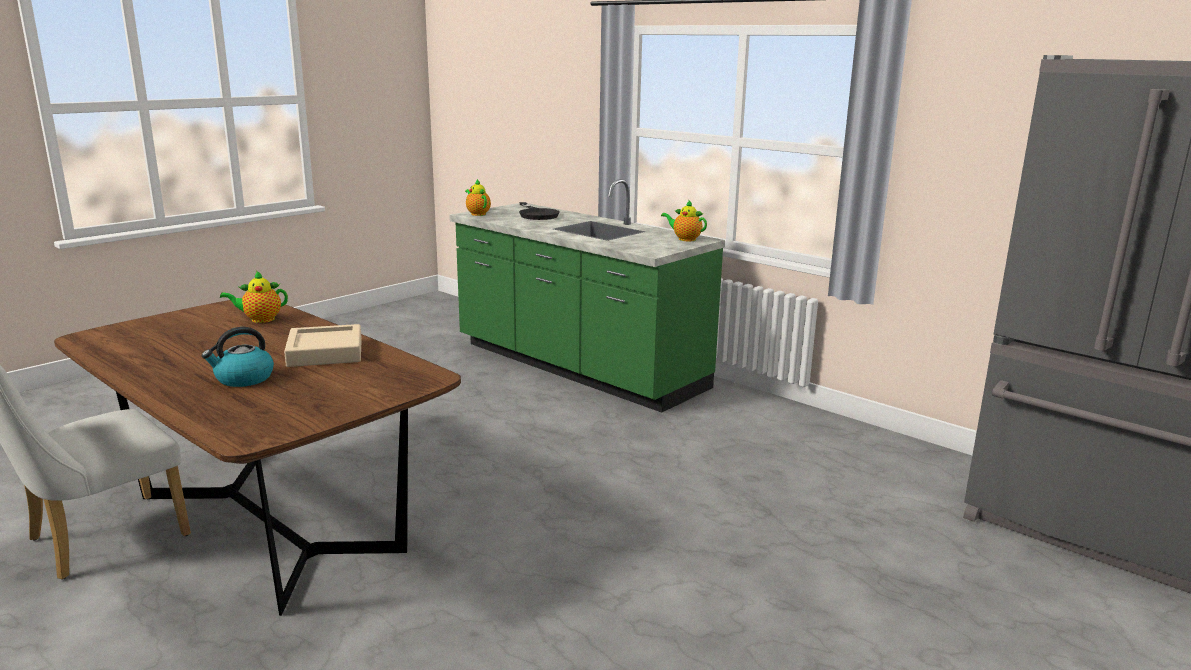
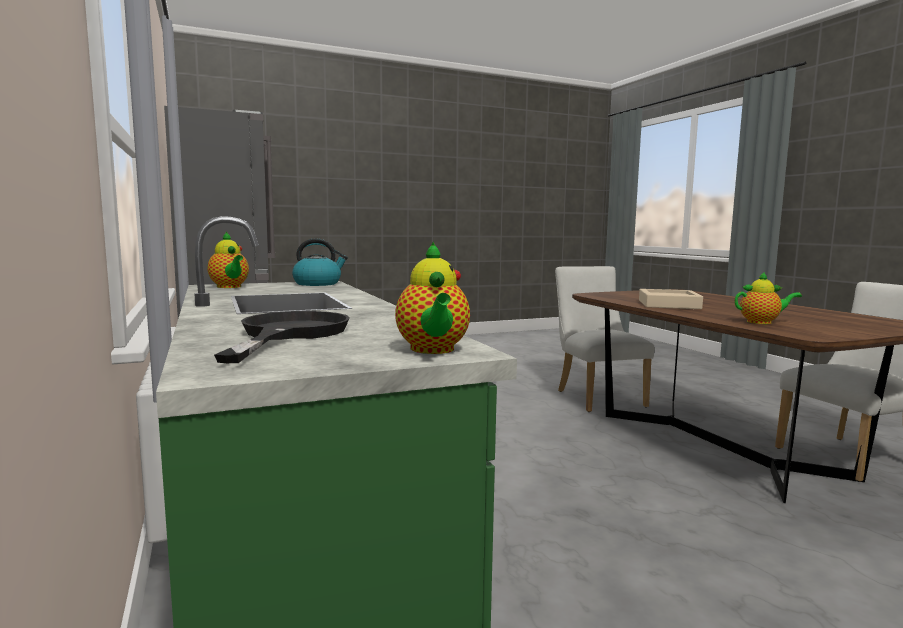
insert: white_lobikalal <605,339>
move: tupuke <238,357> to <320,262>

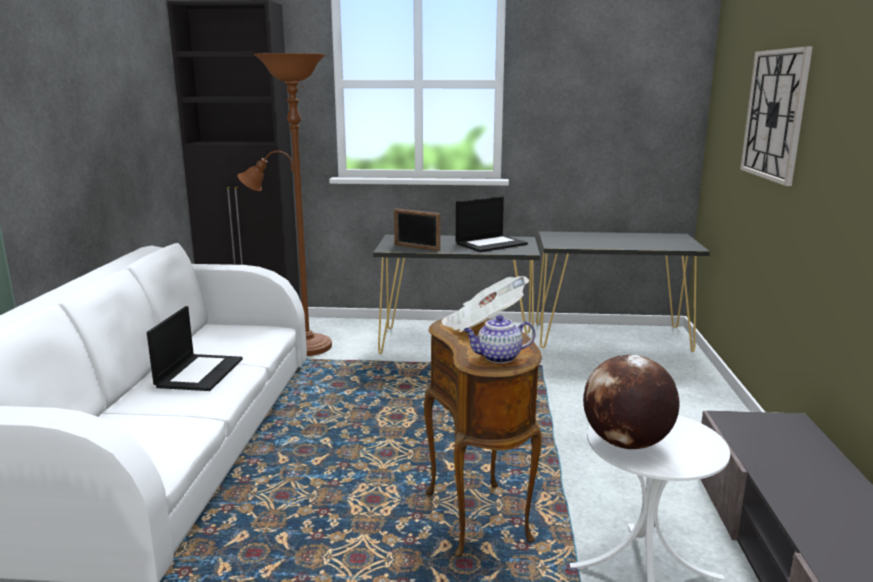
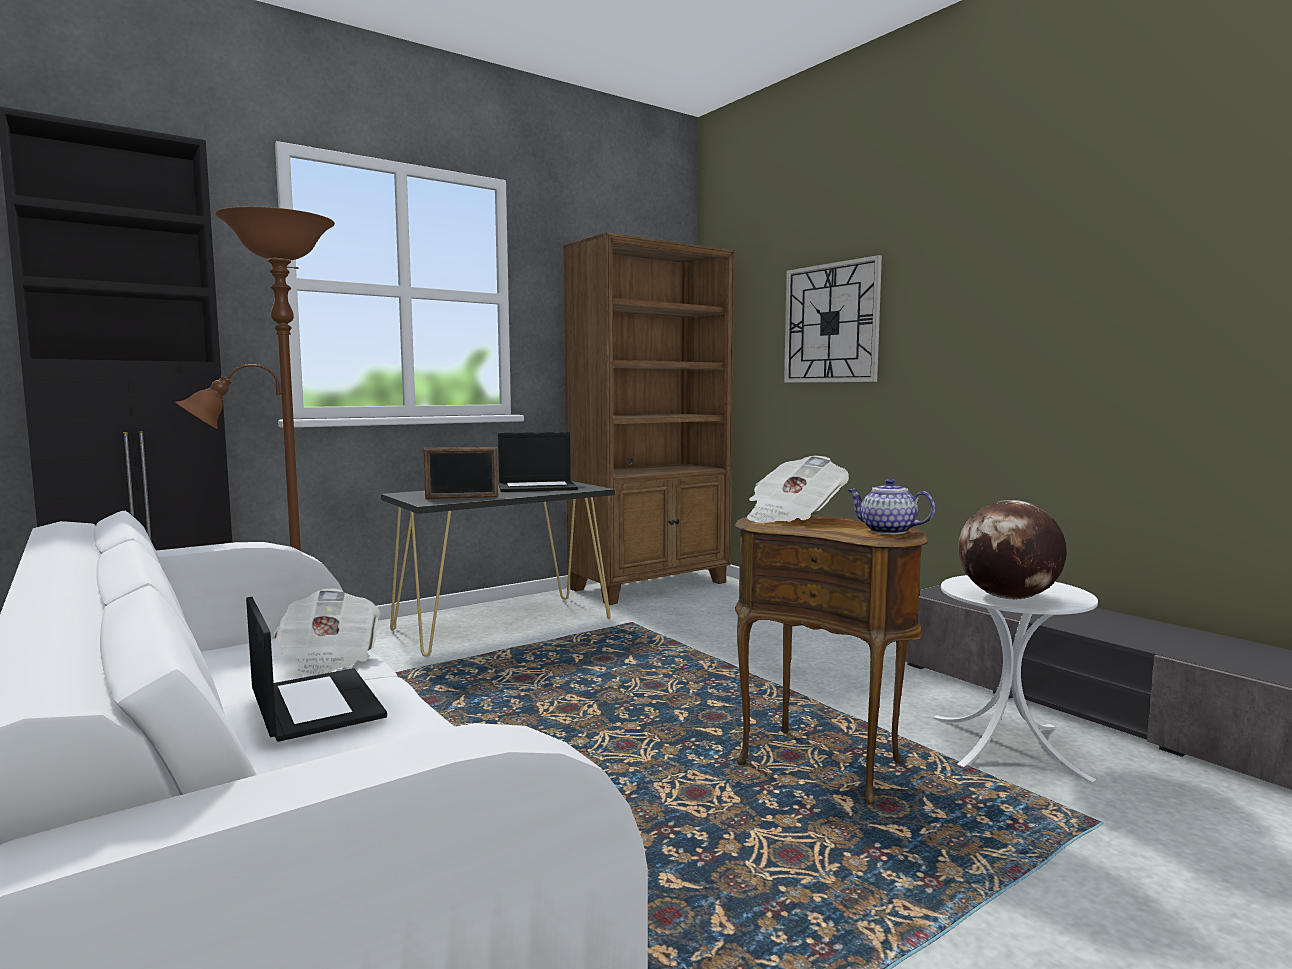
insert: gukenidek <327,632>
replace: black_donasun <623,291> to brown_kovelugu <649,418>
rotate: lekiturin <492,224> = <538,462> 60 degrees clockwise; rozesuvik <499,339> = <891,506> 90 degrees clockwise

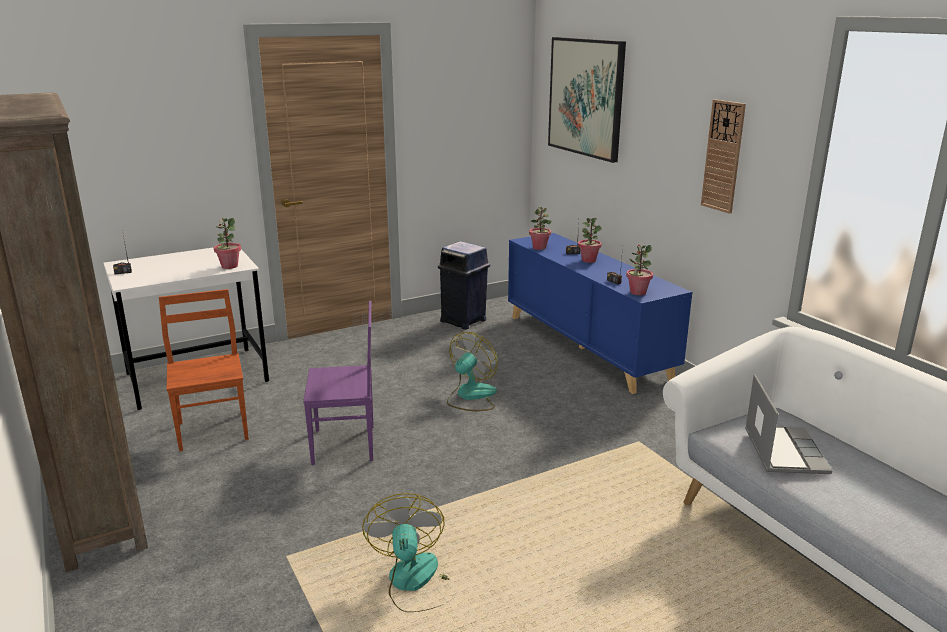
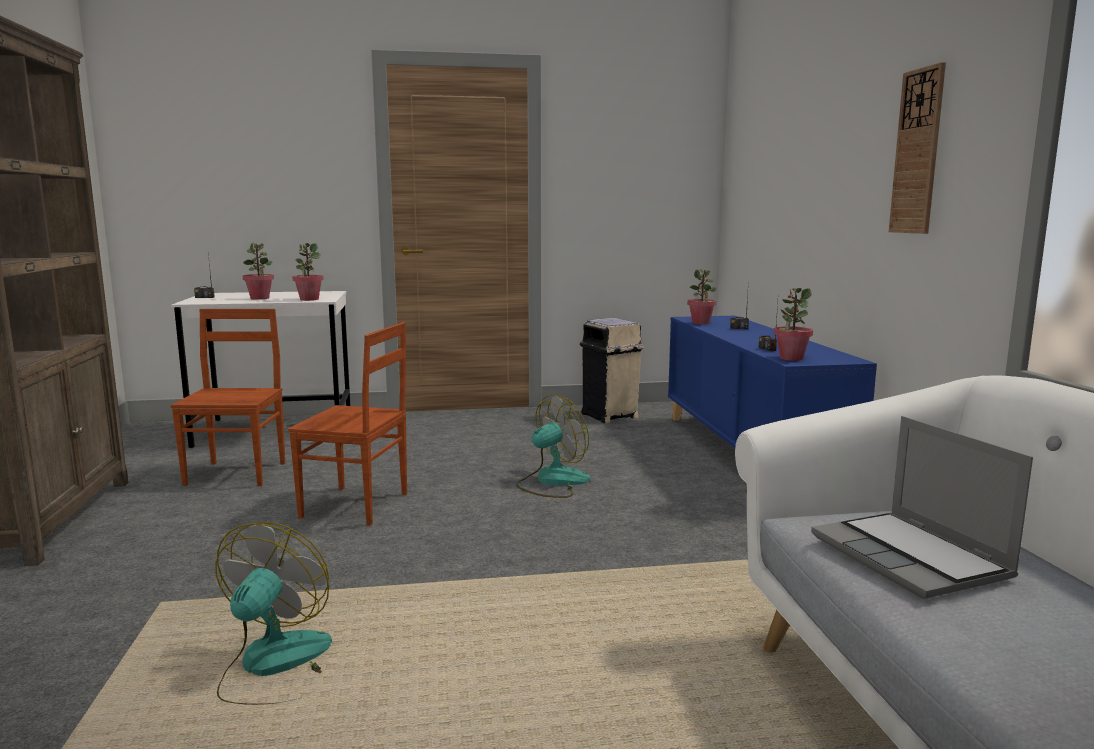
delete: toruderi <587,100>
move: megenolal <590,240> to <258,271>
recolor: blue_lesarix <464,285> to beige_lesarix <612,370>; purple_lobikalal <338,383> to brown_lobikalal <347,424>
rotate: lekiturin <788,424> = <922,507> 135 degrees clockwise

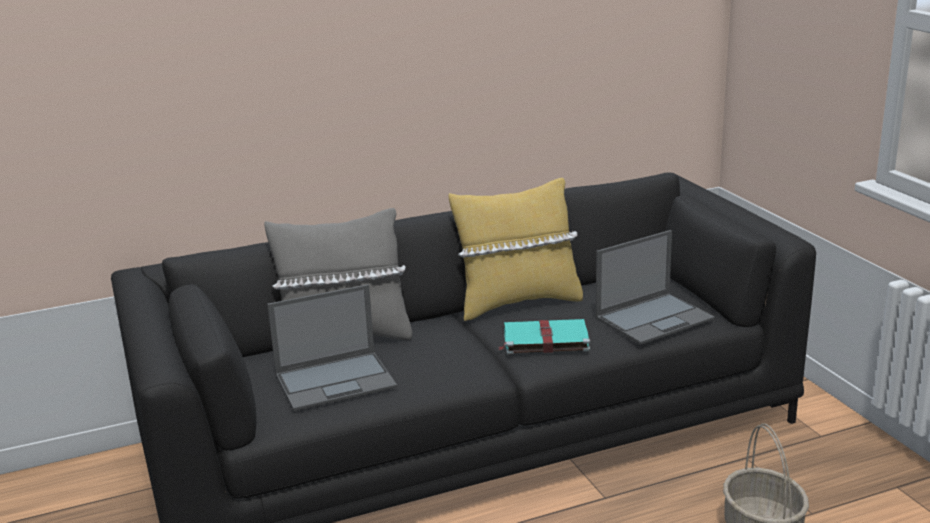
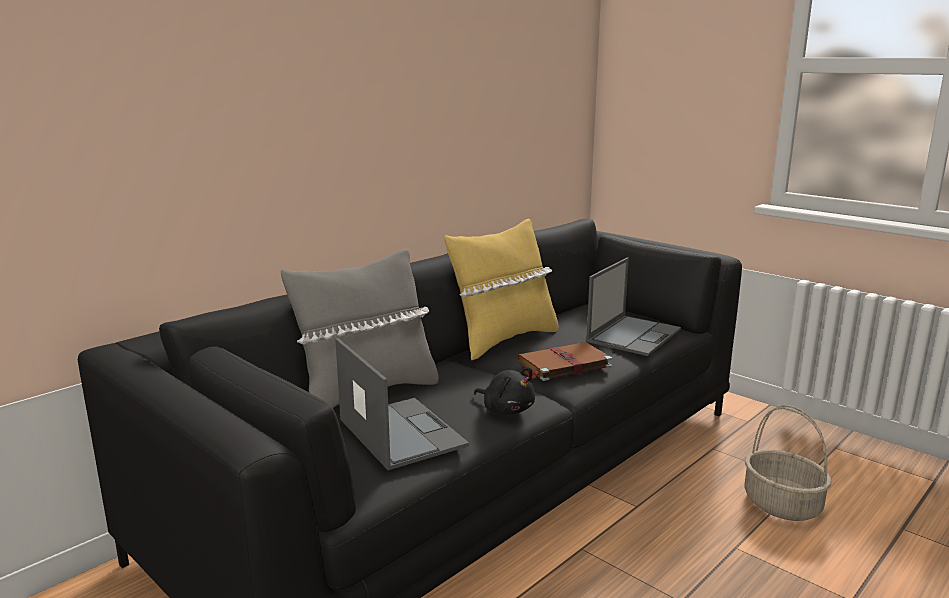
insert: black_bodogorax <504,391>
recolor: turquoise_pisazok <544,336> to brown_pisazok <564,361>
rotate: lekiturin <332,347> = <402,404> 75 degrees counterclockwise

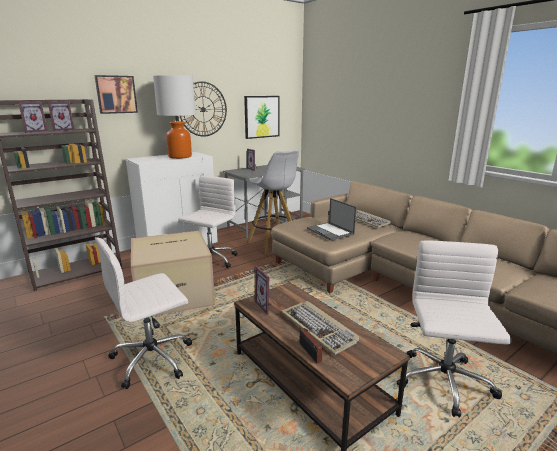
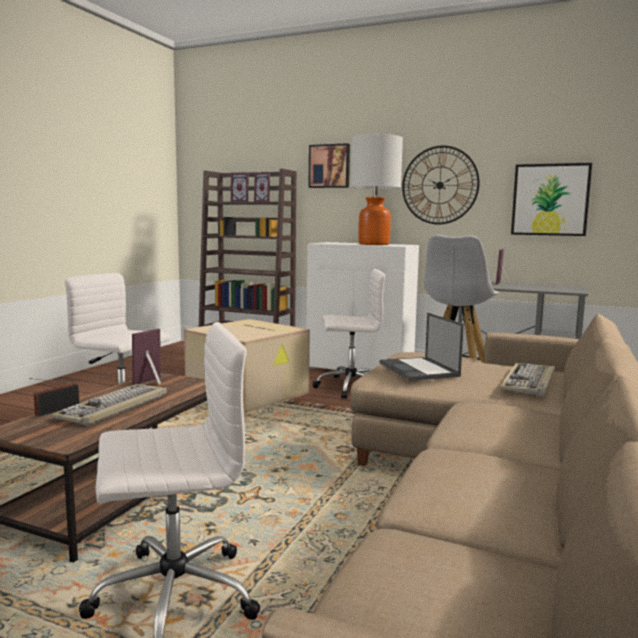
rotate: lekiturin <331,219> = <421,347> 45 degrees counterclockwise

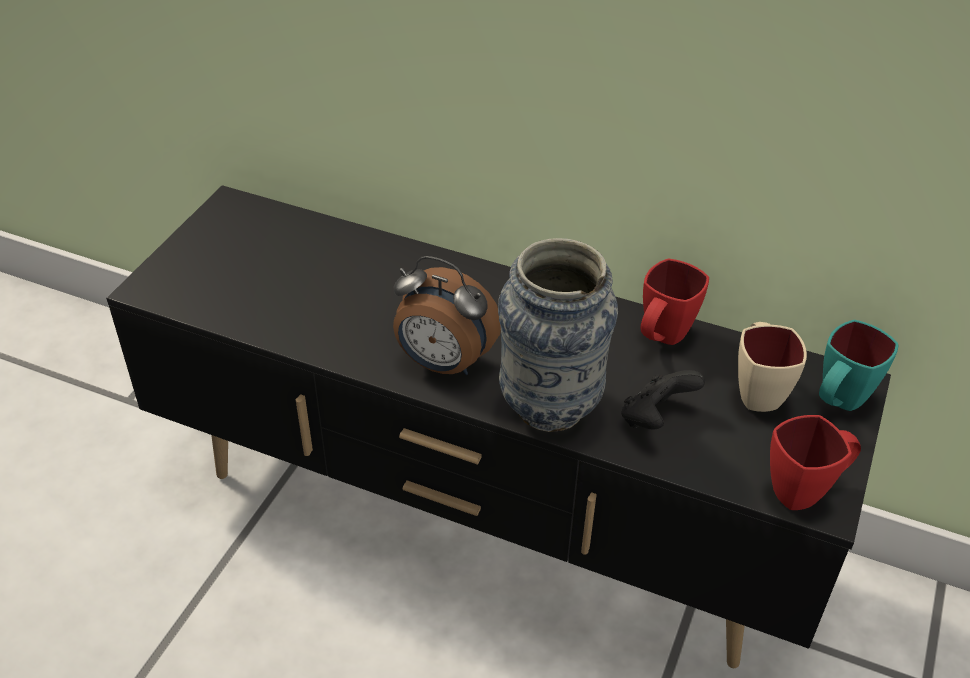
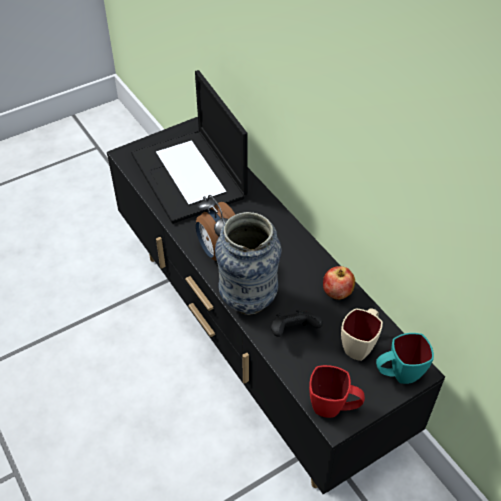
insert: lekiturin <189,147>
replace: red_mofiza <675,302> to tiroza <339,283>

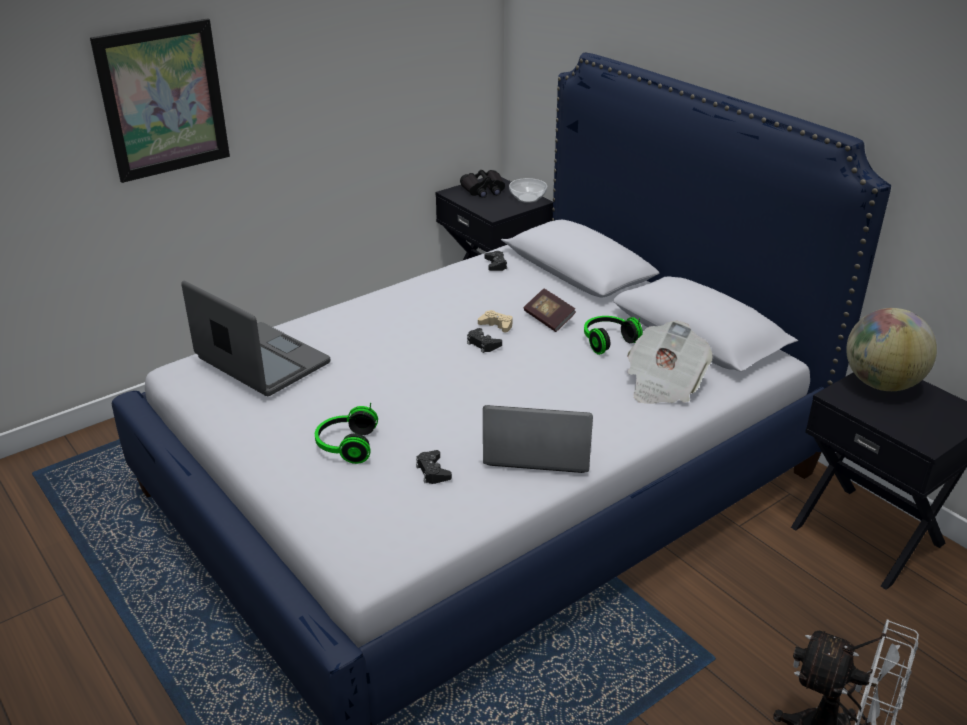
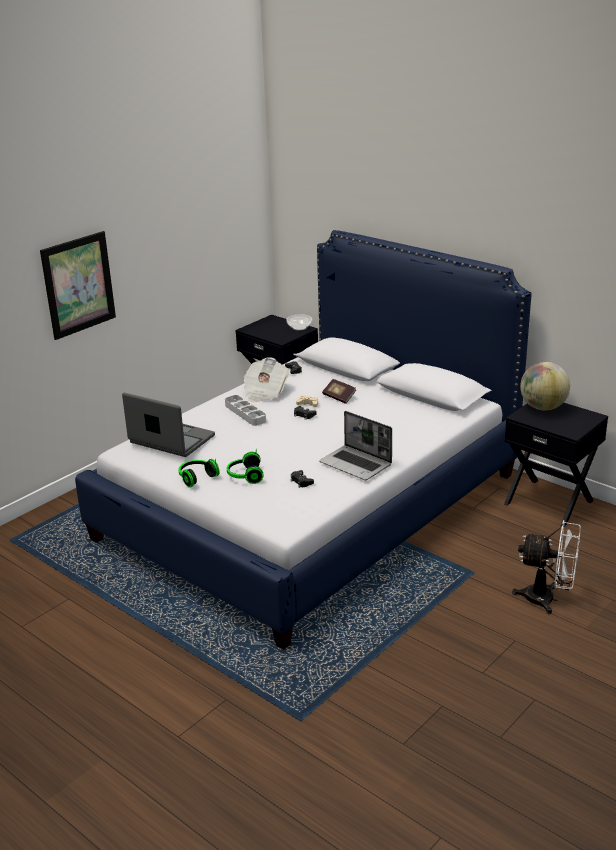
delete: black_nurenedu <482,184>
insert: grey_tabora <245,410>
move: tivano <613,335> to <199,473>; gukenidek <670,362> to <266,379>
rotate: lekiturin <538,439> = <355,445> 135 degrees counterclockwise

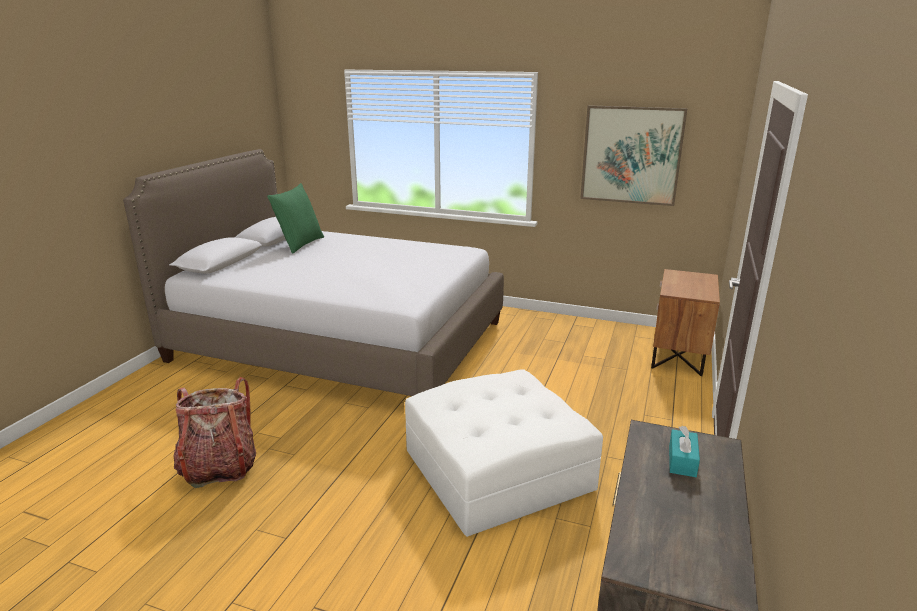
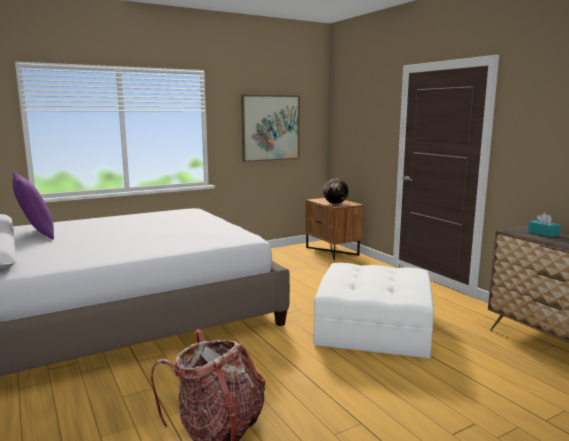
insert: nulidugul <335,191>
recolor: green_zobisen <295,218> to purple_zobisen <33,206>

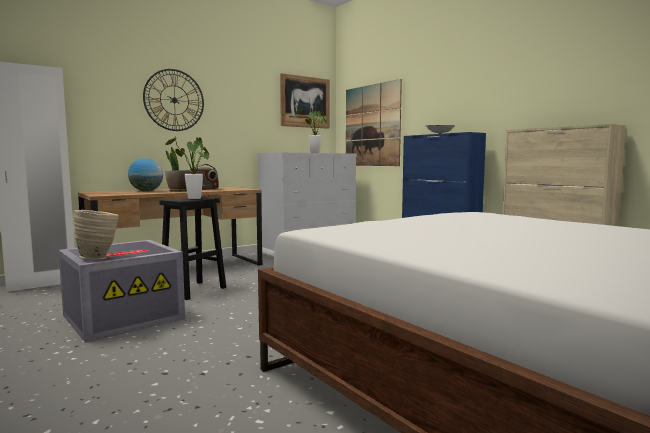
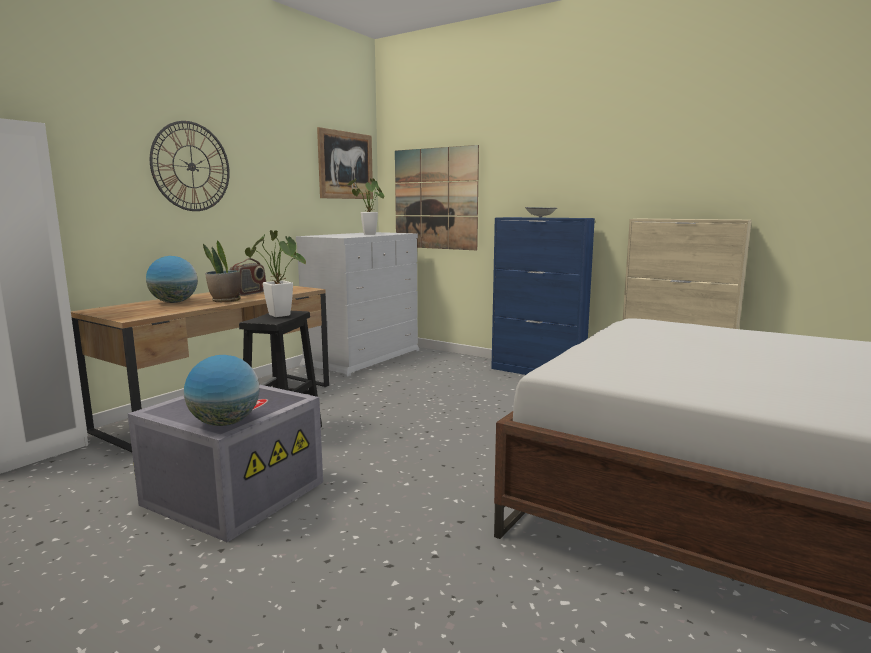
replace: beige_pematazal <96,234> to nulidugul <221,390>

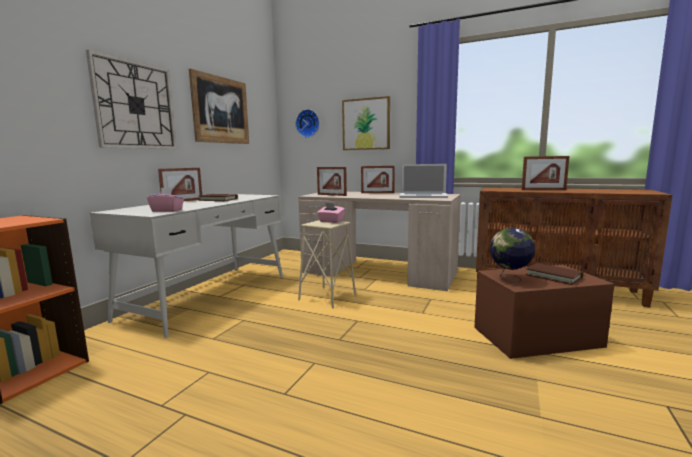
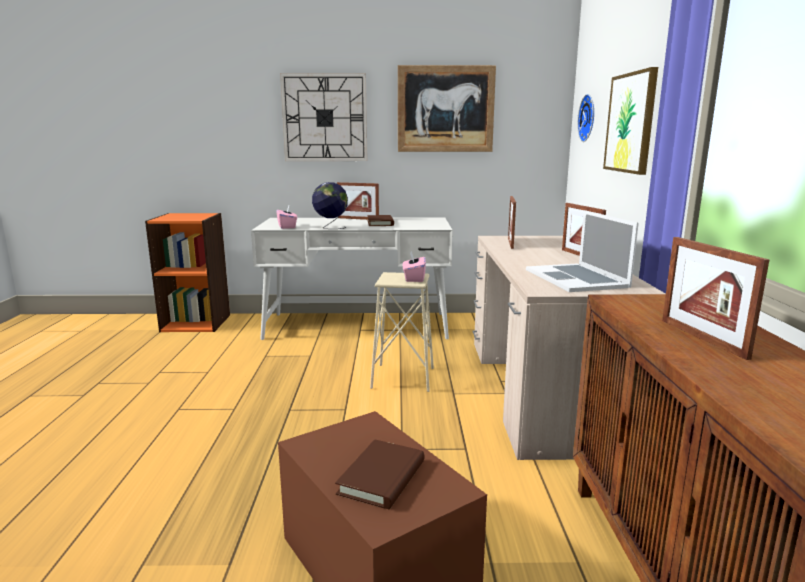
move: nulidugul <512,255> to <330,205>

